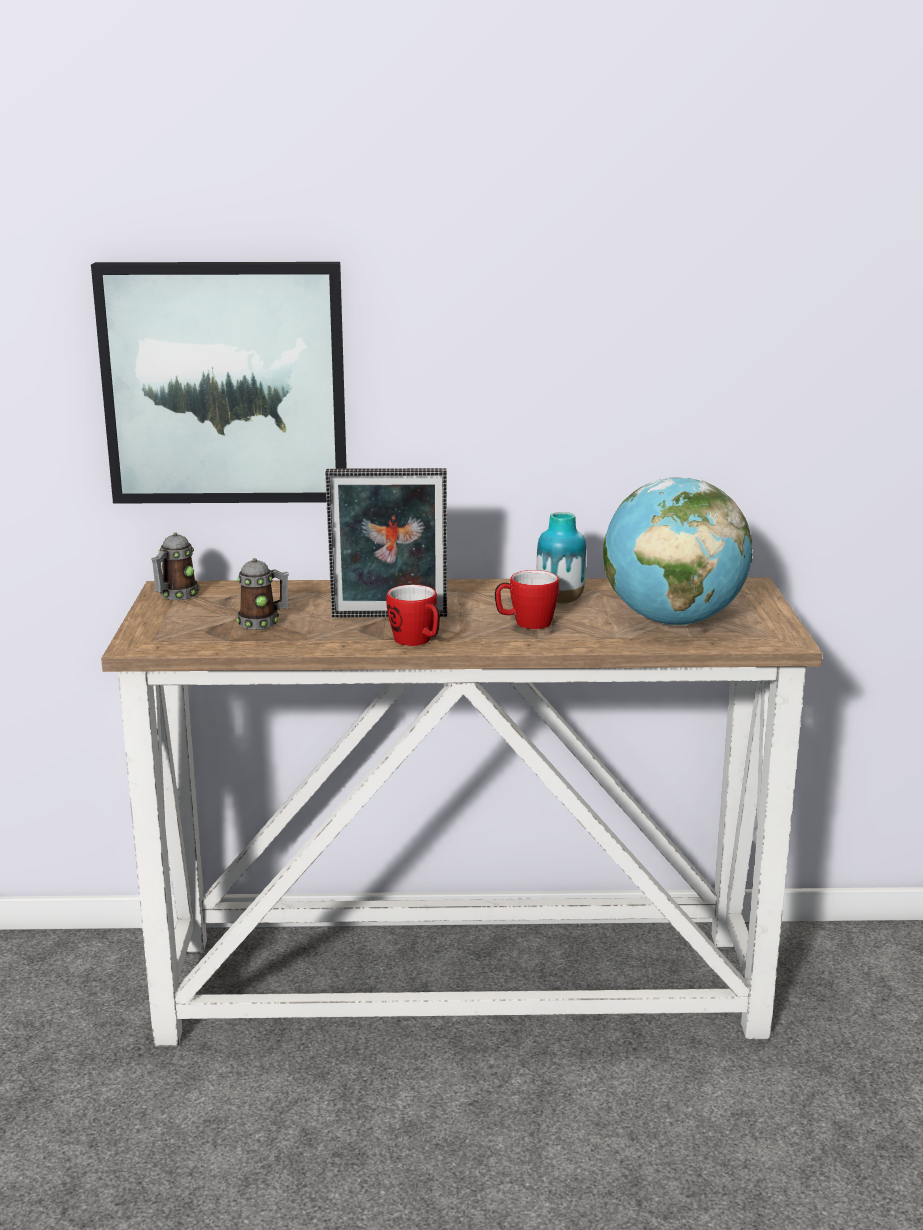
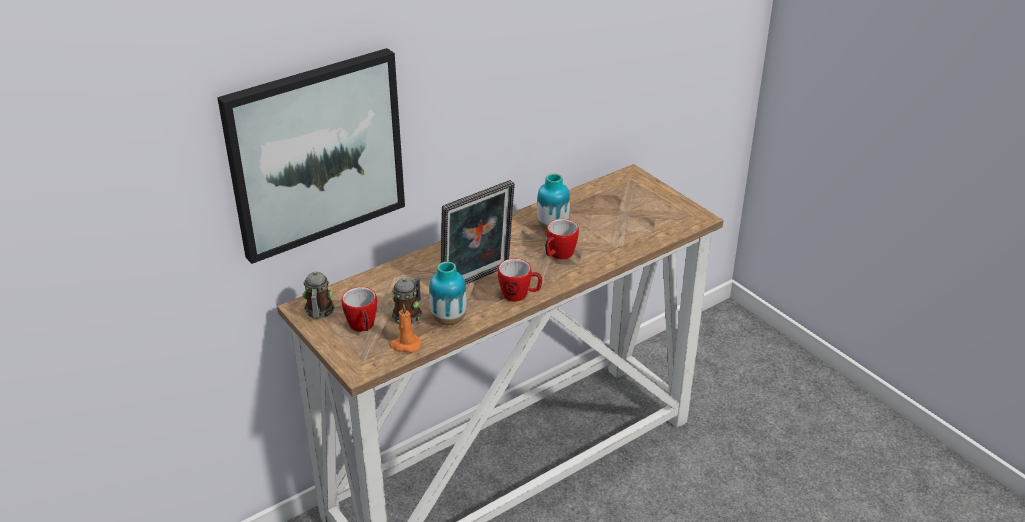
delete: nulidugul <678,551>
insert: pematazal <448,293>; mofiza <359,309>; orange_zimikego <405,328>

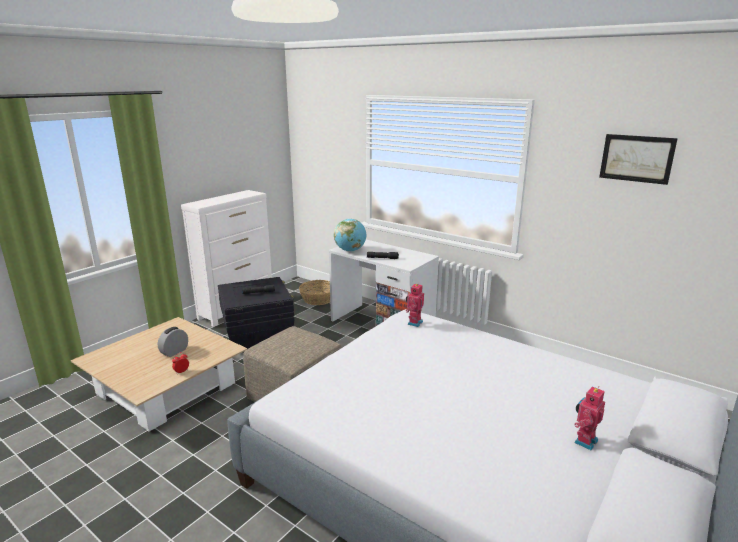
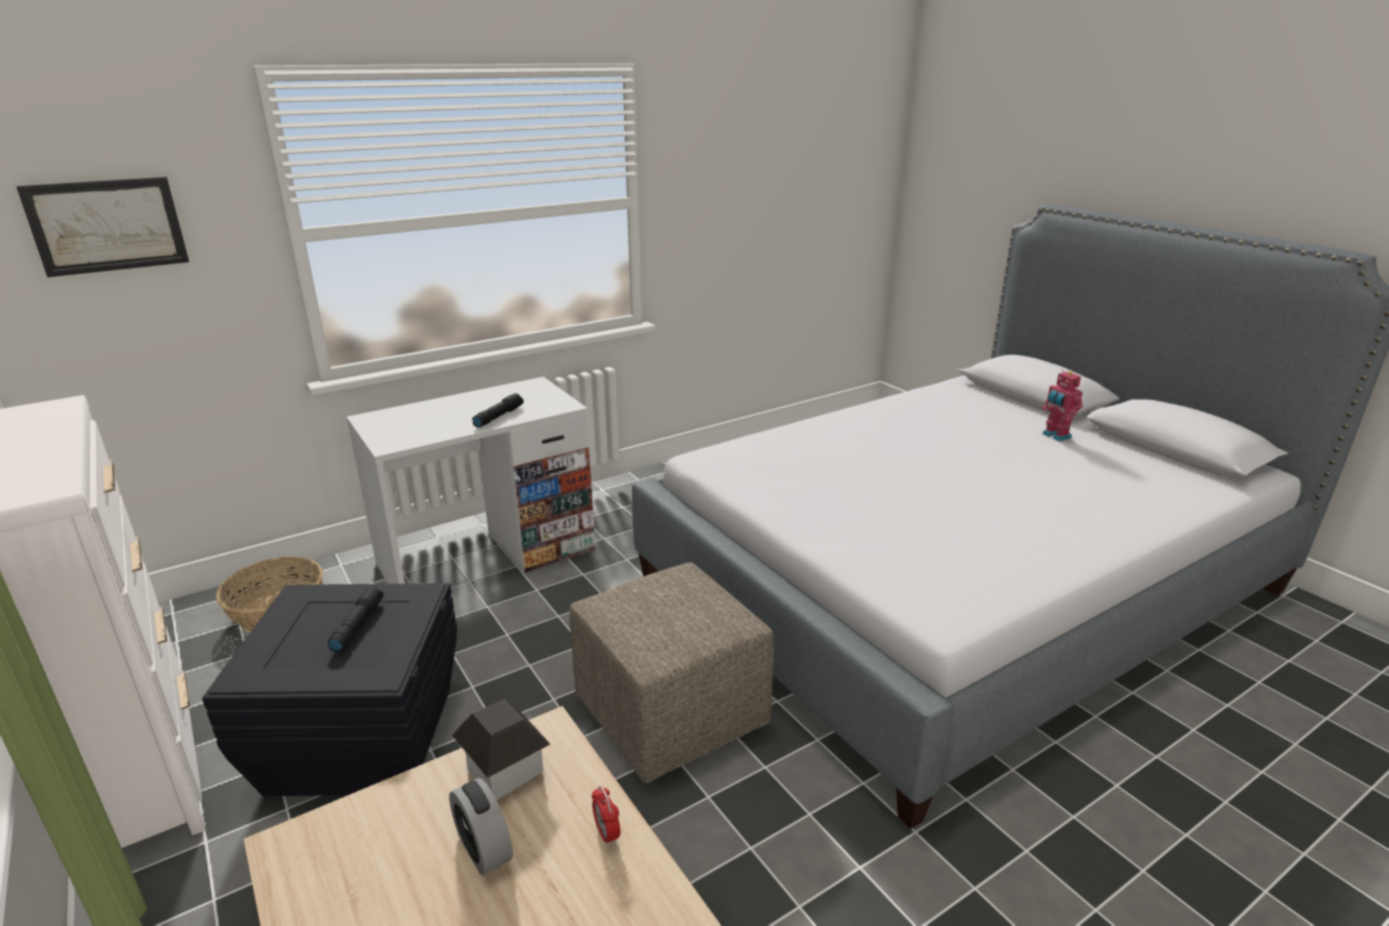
delete: nulidugul <350,235>; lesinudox <415,305>
insert: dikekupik <501,750>
move: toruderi <638,159> to <102,227>

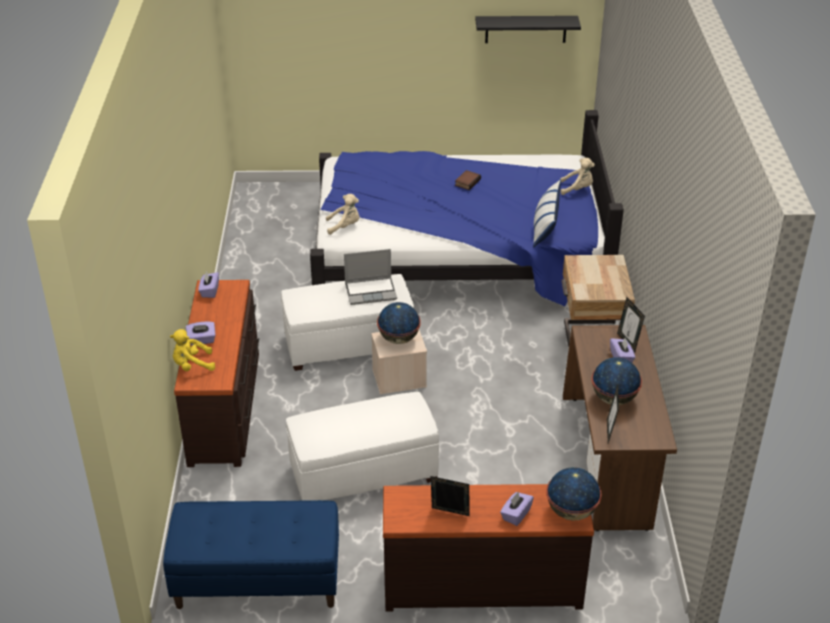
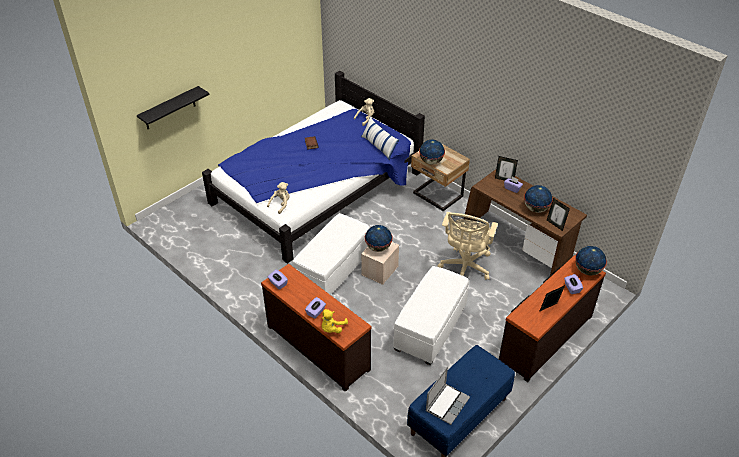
insert: nulidugul <432,152>; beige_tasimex <467,246>
move: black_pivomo <528,29> to <173,107>; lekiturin <370,277> to <447,396>

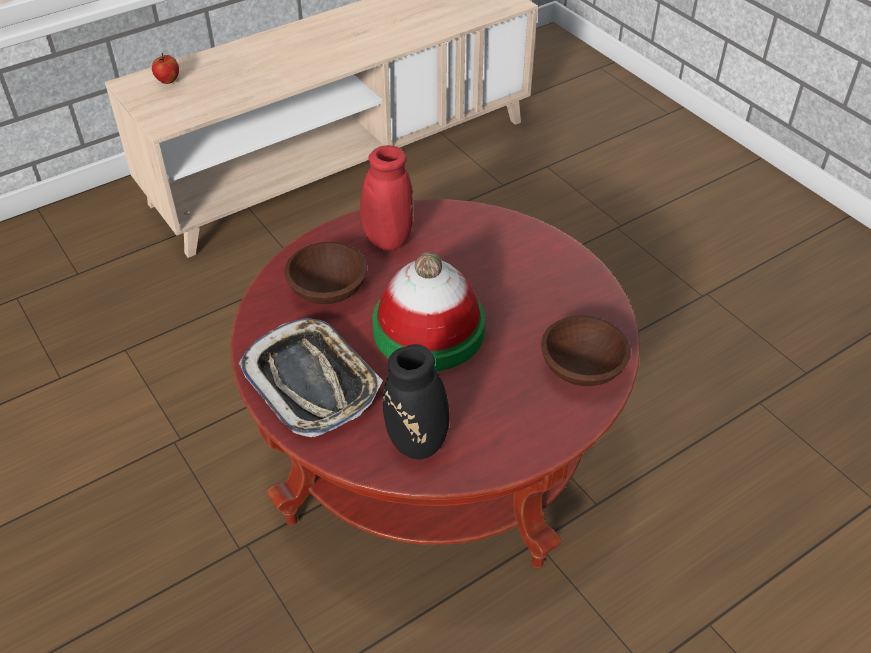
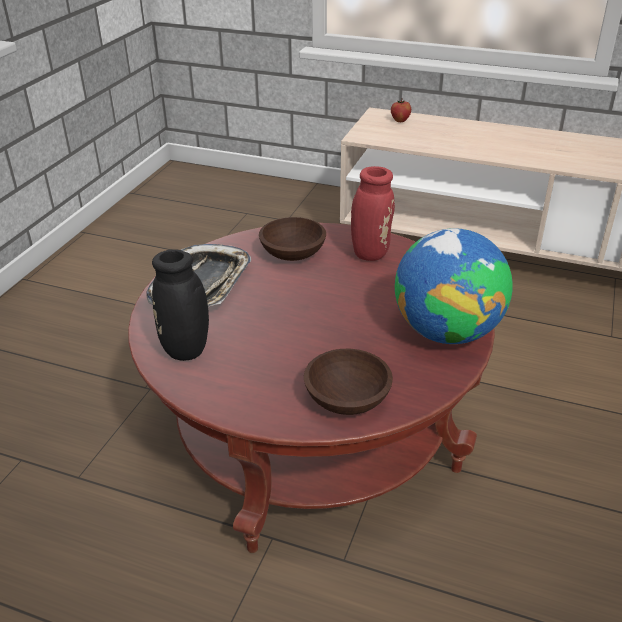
delete: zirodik <428,311>
insert: nulidugul <454,286>

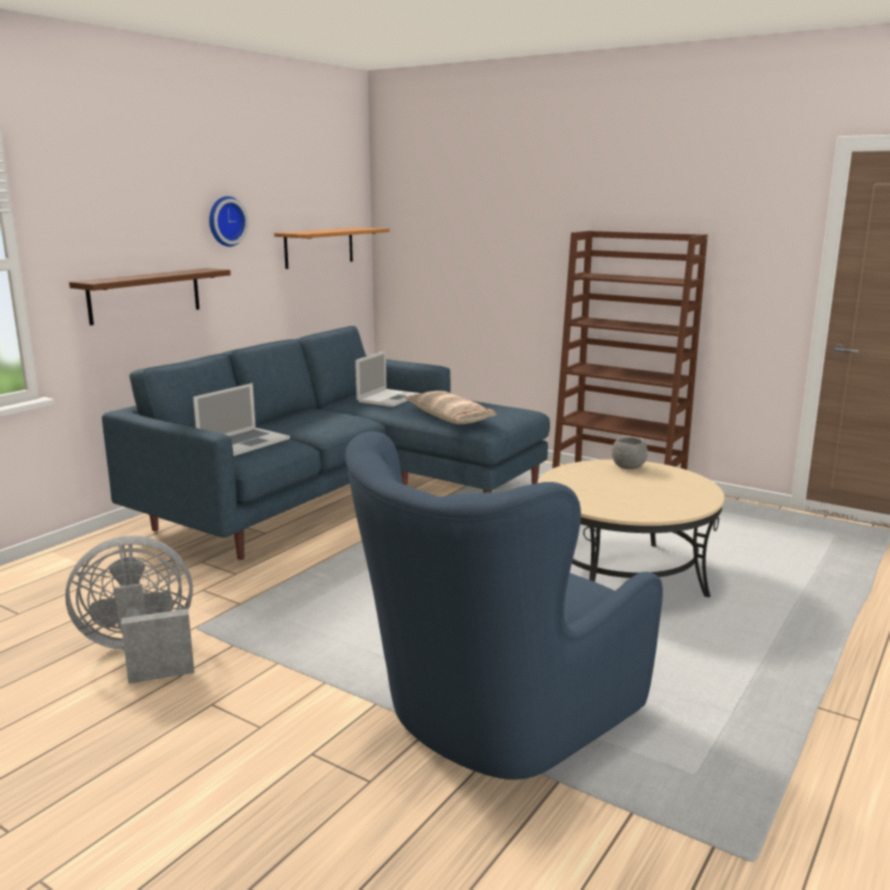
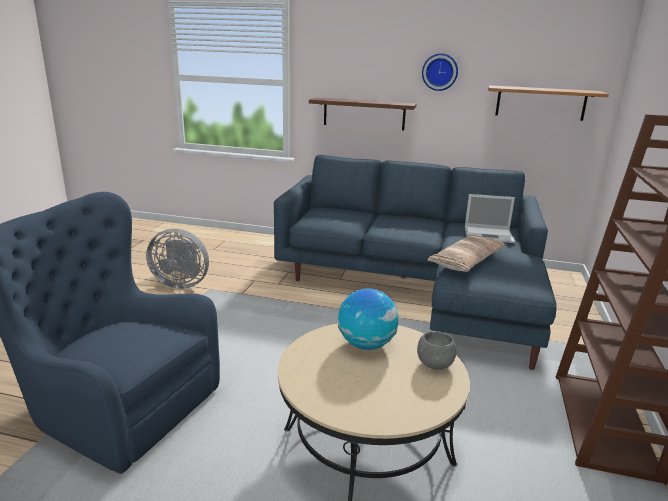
delete: lekiturin <241,419>
insert: nulidugul <368,319>
rotate: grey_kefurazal <129,610> = <177,259> 135 degrees clockwise

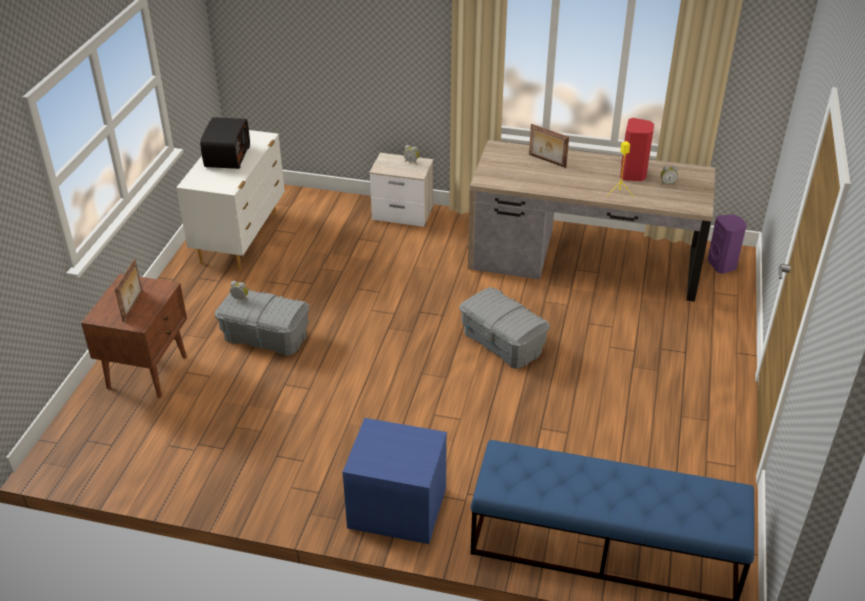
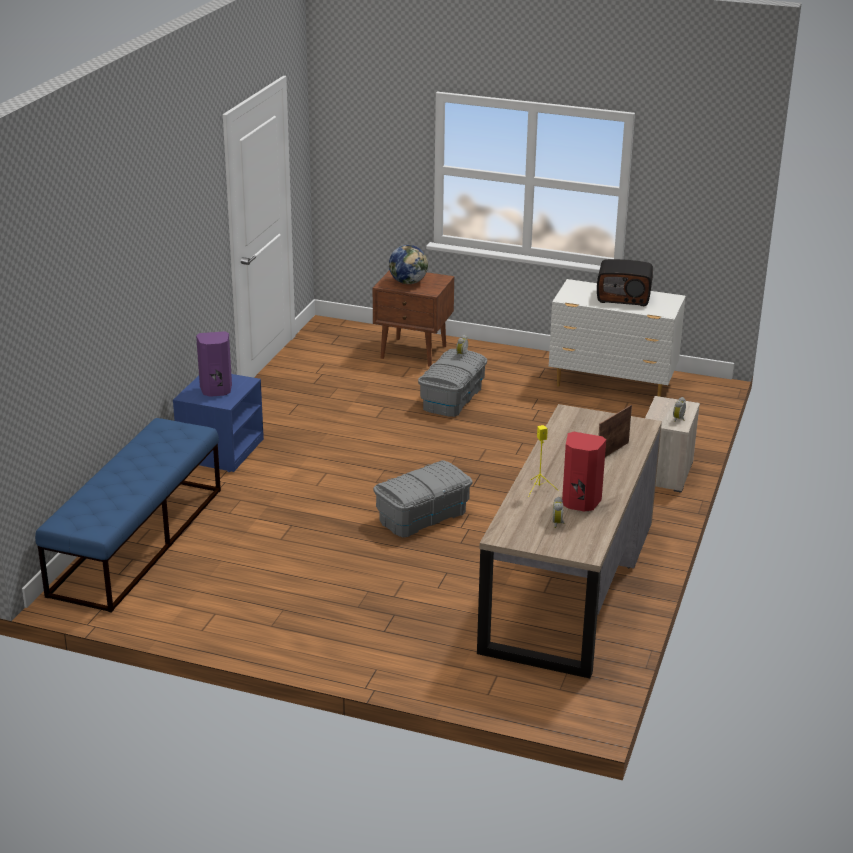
move: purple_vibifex <727,244> to <214,364>
replace: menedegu <128,290> to nulidugul <408,264>

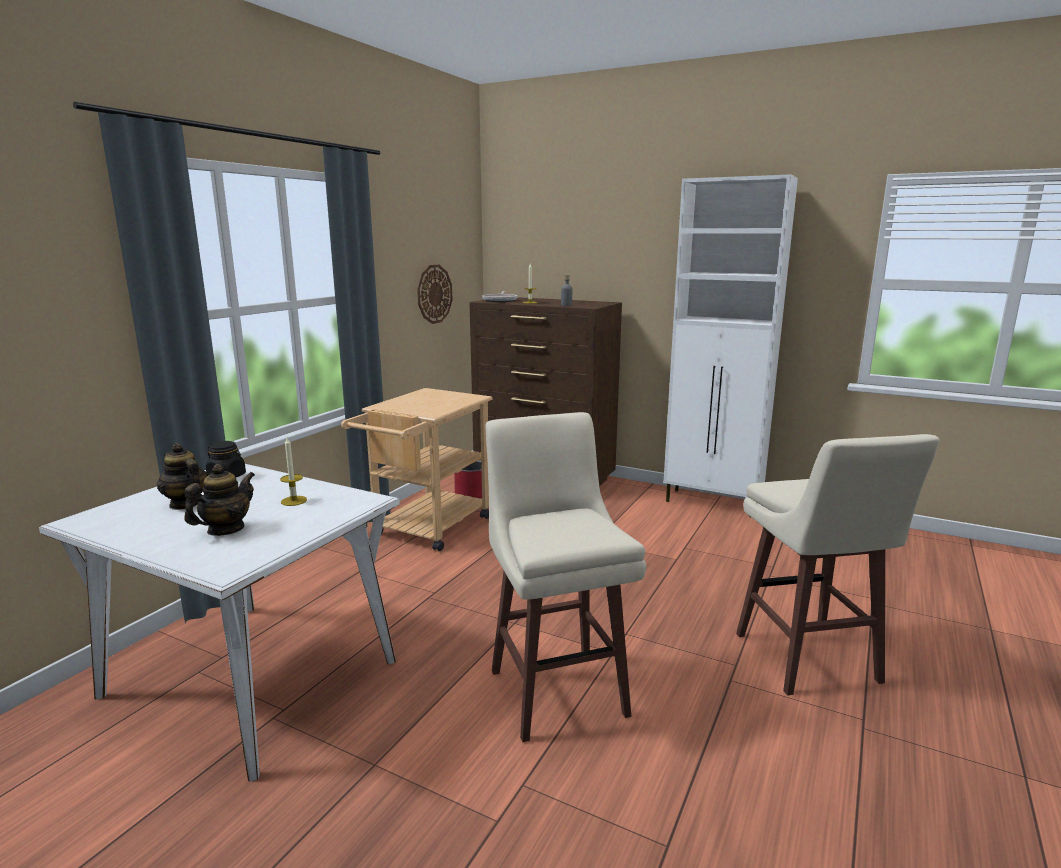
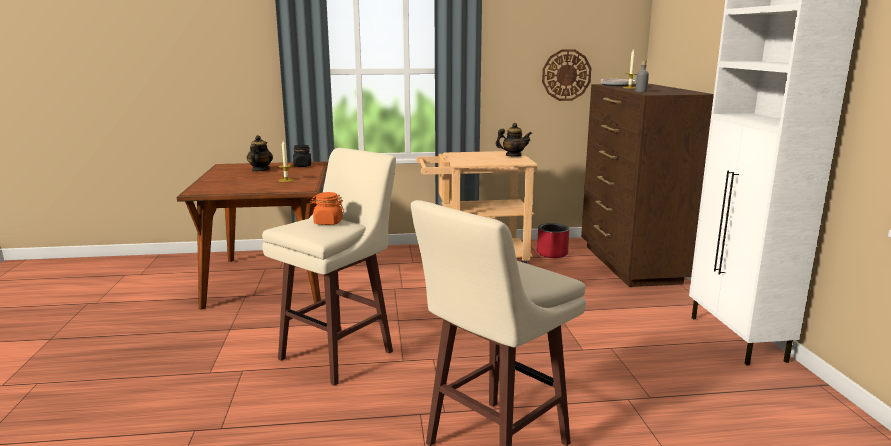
insert: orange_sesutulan <327,208>
move: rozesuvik <219,500> to <513,140>
recolor: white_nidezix <219,623> to brown_nidezix <252,236>

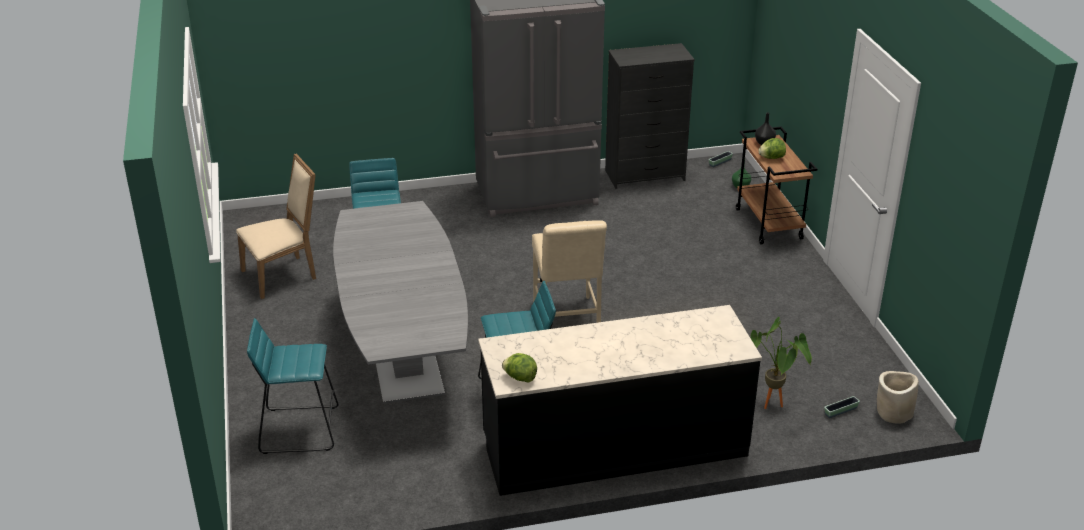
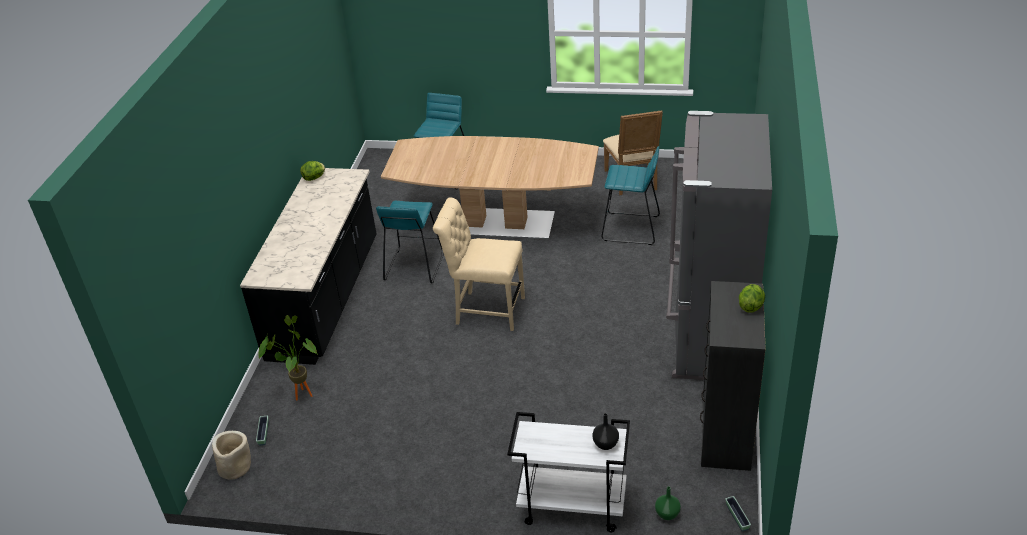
move: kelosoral <772,148> to <752,298>
recolor: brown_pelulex <776,185> to white_pelulex <568,472>; grey_nidezix <400,302> to brown_nidezix <490,188>

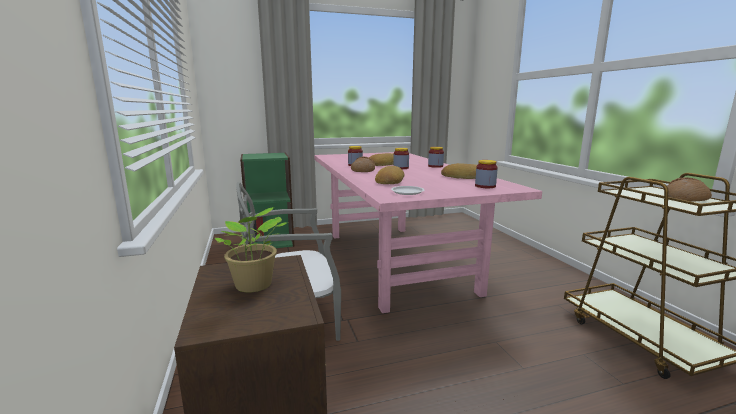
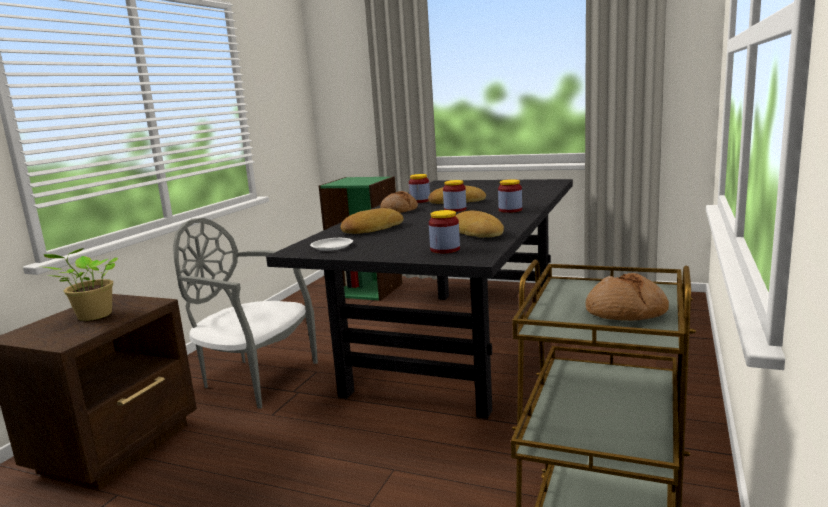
recolor: pink_nidezix <428,232> to black_nidezix <419,299>

